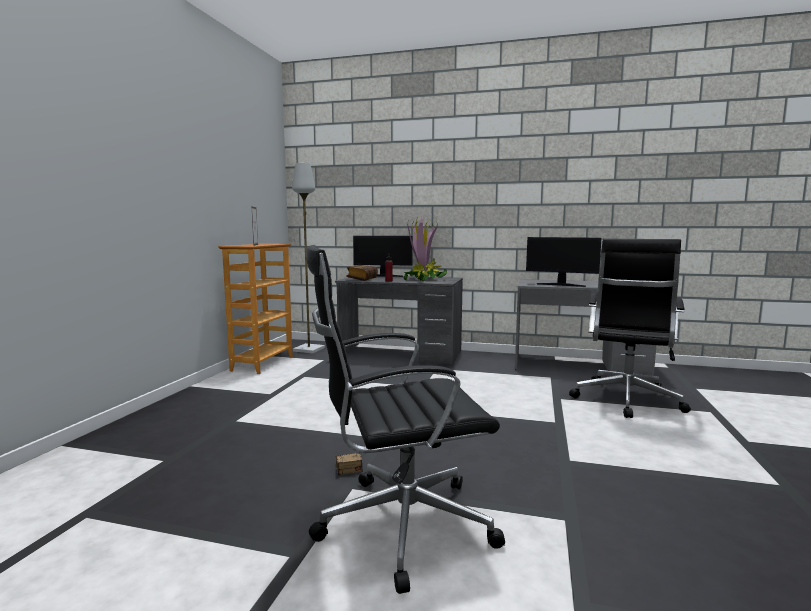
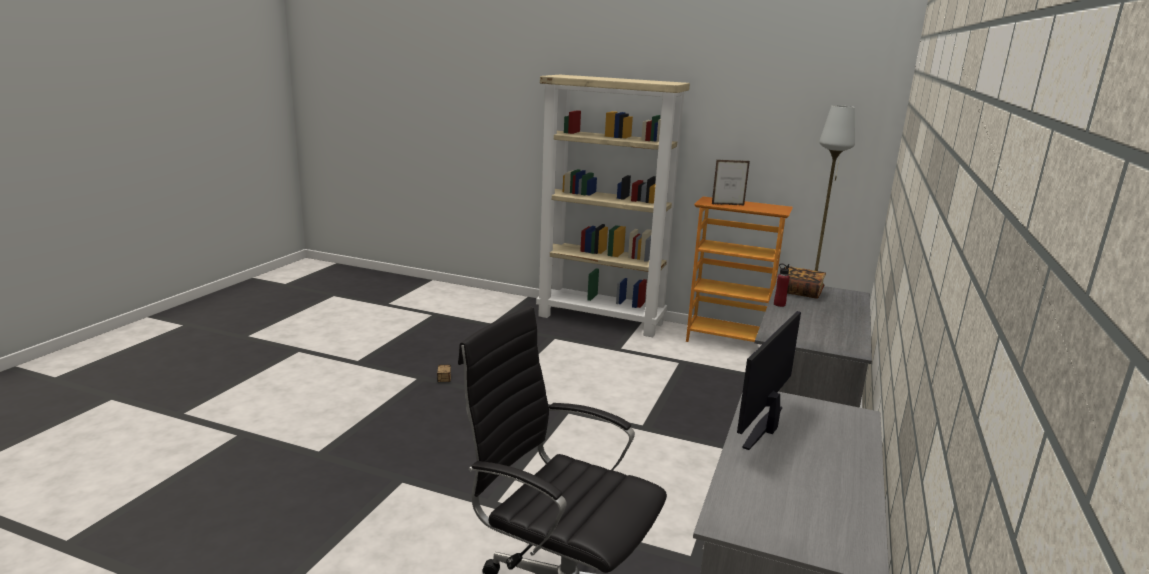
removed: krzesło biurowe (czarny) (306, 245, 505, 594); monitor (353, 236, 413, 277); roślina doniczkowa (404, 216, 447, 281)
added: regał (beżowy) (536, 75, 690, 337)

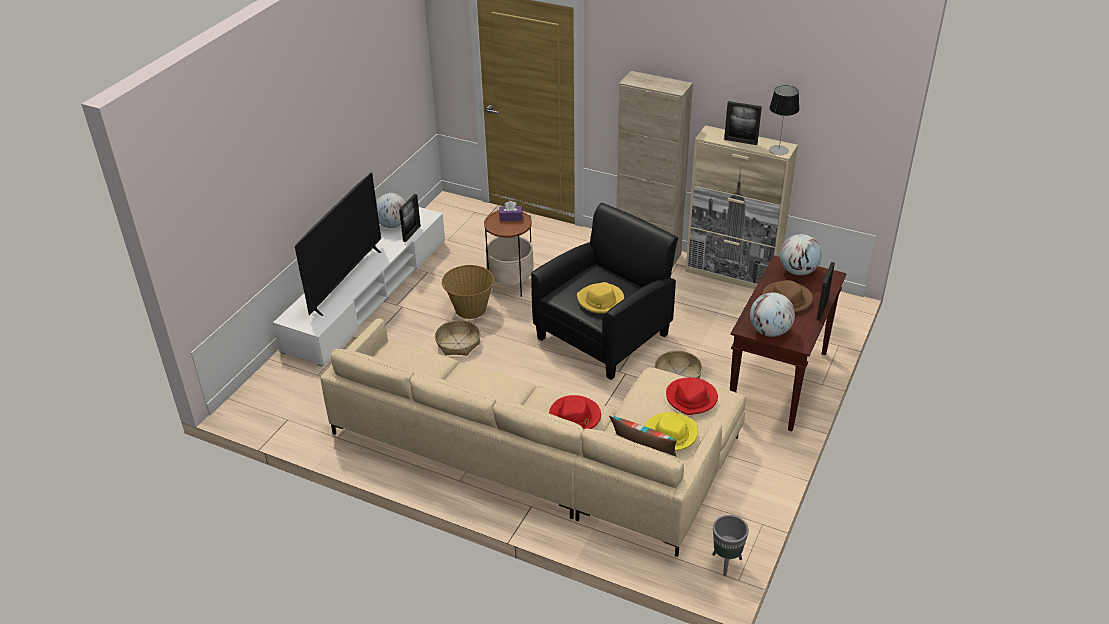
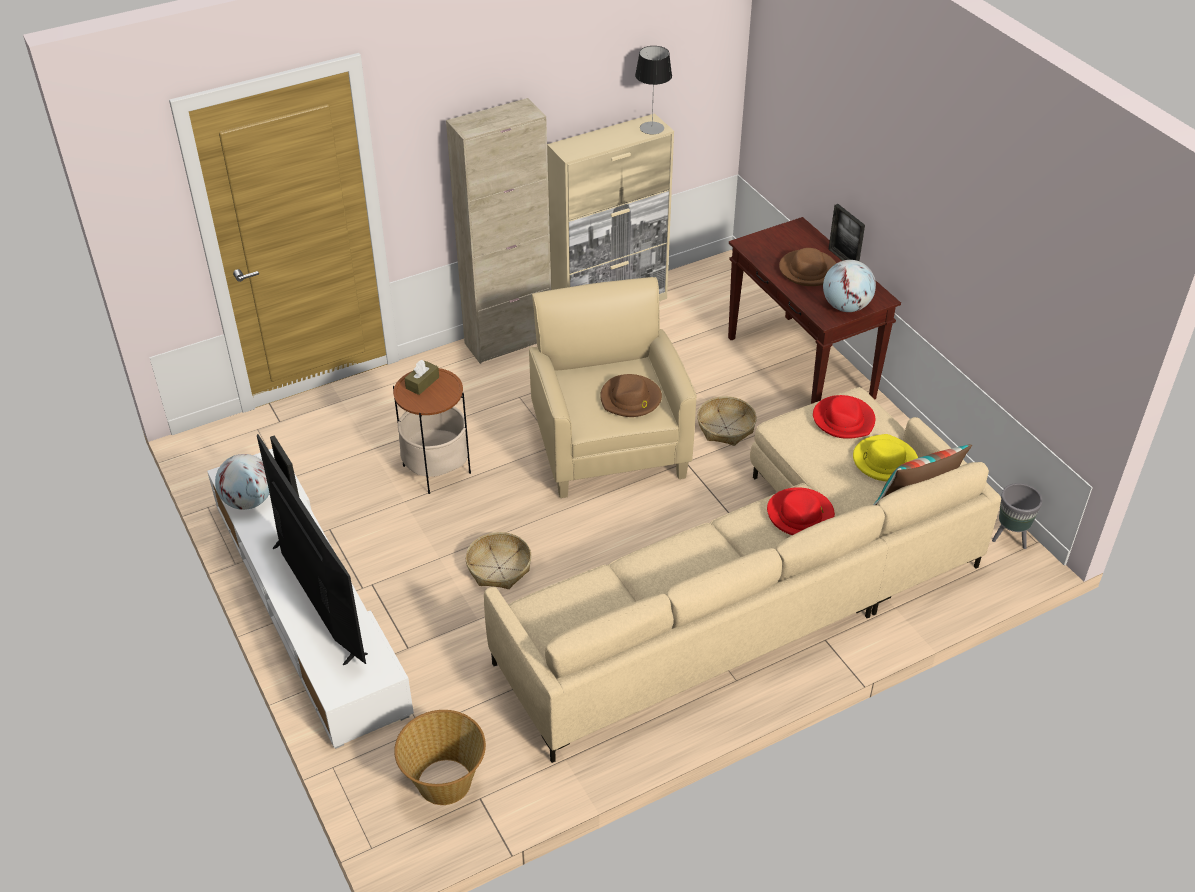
removed: ramka na zdjęcie (724, 101, 762, 145); globus (780, 234, 822, 275)
moved: koszyk (442, 265, 494, 319) to (394, 710, 486, 805)
recoloured: pudełko chusteczek (fioletowy) (499, 201, 523, 221) to pudełko chusteczek (brązowy) (404, 360, 439, 395); fotel (czarny) (531, 203, 678, 380) to fotel (beżowy) (529, 277, 697, 498); kapelusz (żółty) (577, 282, 624, 314) to kapelusz (brązowy) (600, 374, 662, 417)

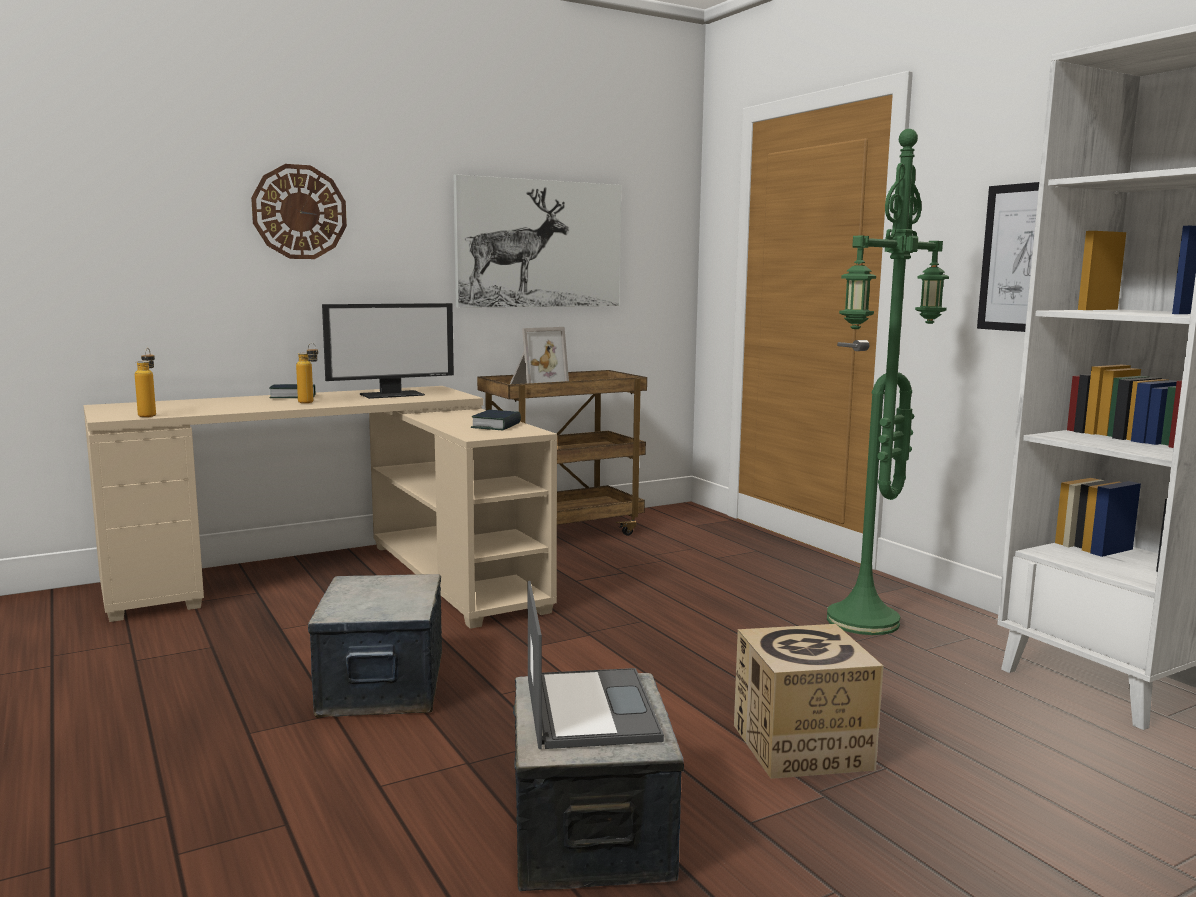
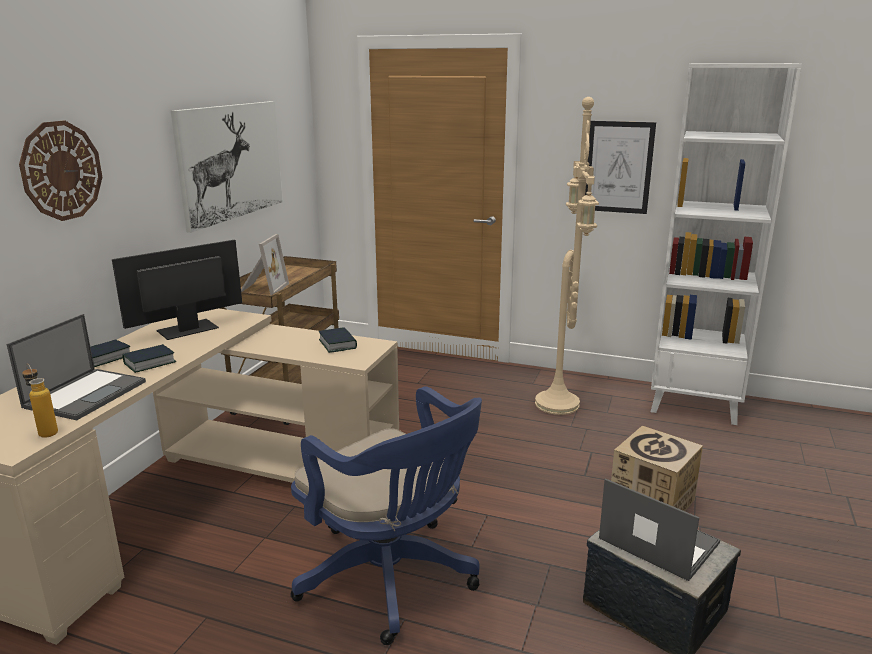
added: laptop (6, 314, 146, 420)
replaced: butelka (296, 343, 318, 403) to książka (122, 344, 177, 373); pojemnik do przechowywania (308, 574, 442, 718) to krzesło biurowe (niebieski) (290, 386, 482, 645)
recoloured: lampa stojąca (zielony) (827, 129, 949, 635) to lampa stojąca (beżowy) (535, 97, 599, 415)
turned: monitor (322, 303, 454, 399) = (112, 240, 242, 340) 150 degrees counterclockwise

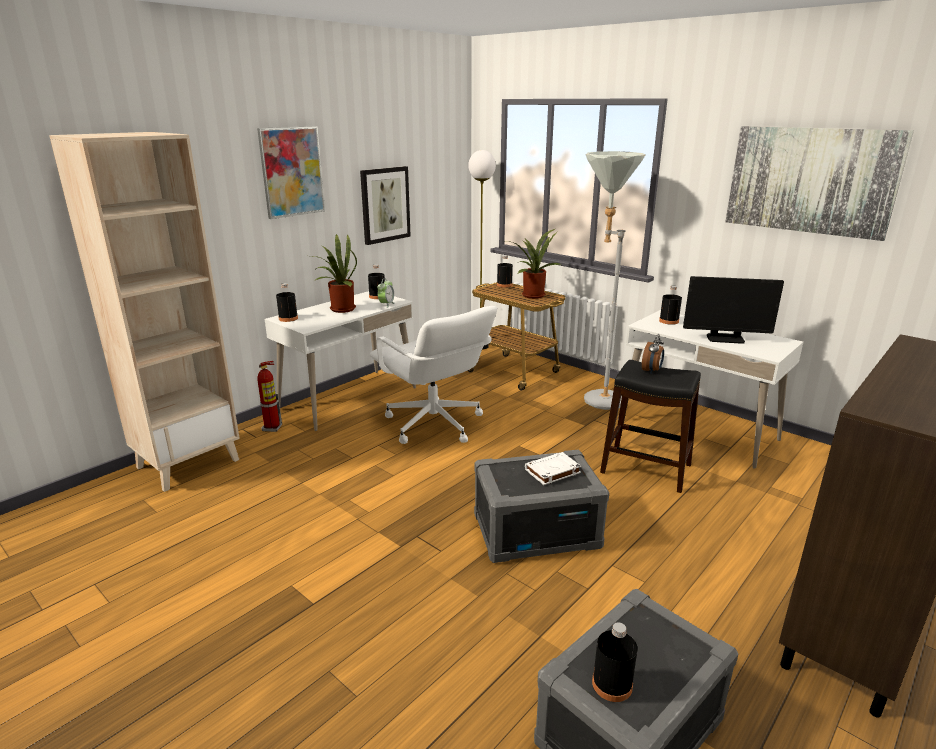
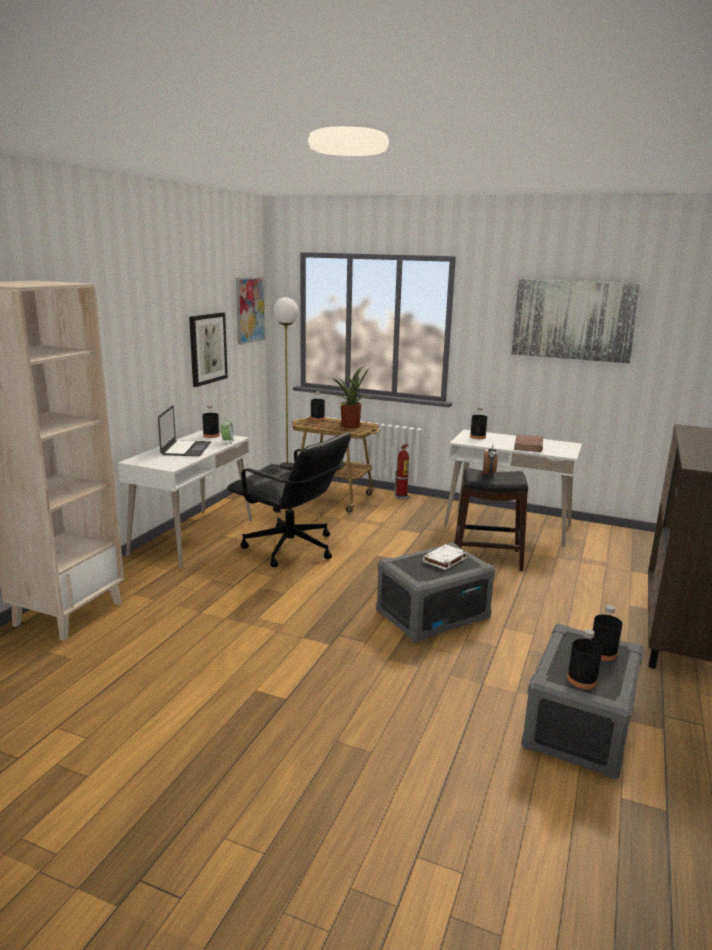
removed: lampa stojąca (szary) (584, 151, 646, 410)
moved: obraz (257, 126, 325, 219) to (236, 276, 266, 345); gaśnica (257, 361, 282, 432) to (394, 444, 409, 499); butelka (czarny) (276, 283, 298, 322) to (591, 605, 622, 661)
replaced: roślina doniczkowa (313, 234, 357, 313) to laptop (158, 405, 211, 456); monitor (683, 276, 784, 344) to książka (brązowy) (514, 434, 543, 452)
recoloured: krzesło biurowe (biały) (370, 306, 497, 444) to krzesło biurowe (czarny) (227, 432, 351, 567)

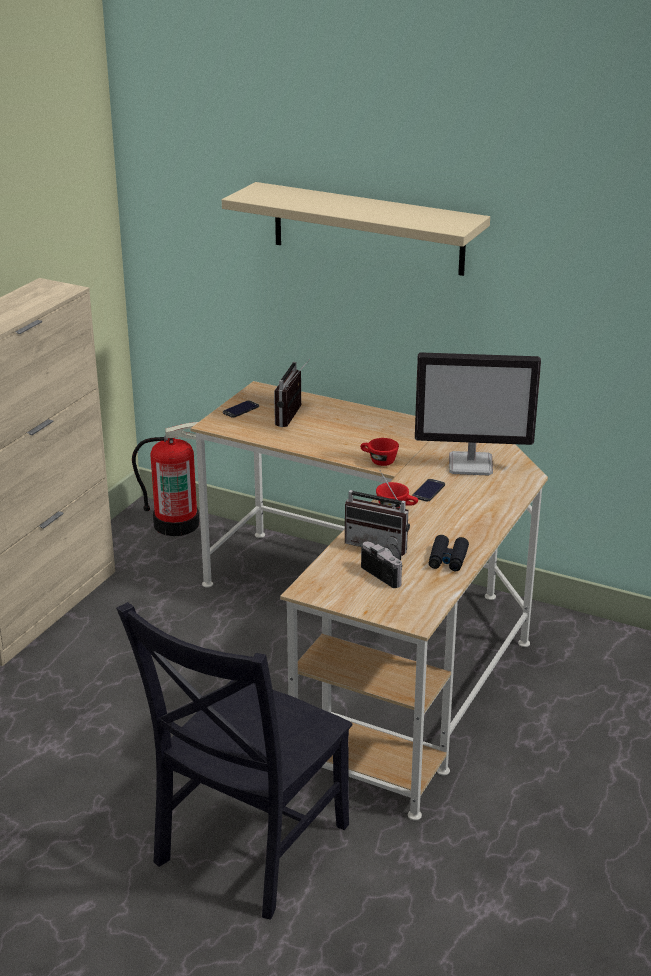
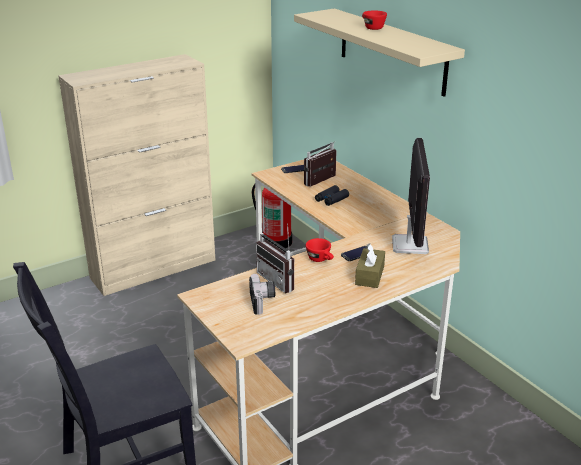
added: pudełko chusteczek (brązowy) (355, 243, 385, 288)
moved: lornetka (czarny) (429, 535, 469, 571) to (315, 185, 349, 206); filiżanka (czerwony) (360, 438, 399, 466) to (362, 10, 387, 30)
turned: monitor (415, 352, 541, 476) = (392, 138, 430, 254) 120 degrees counterclockwise

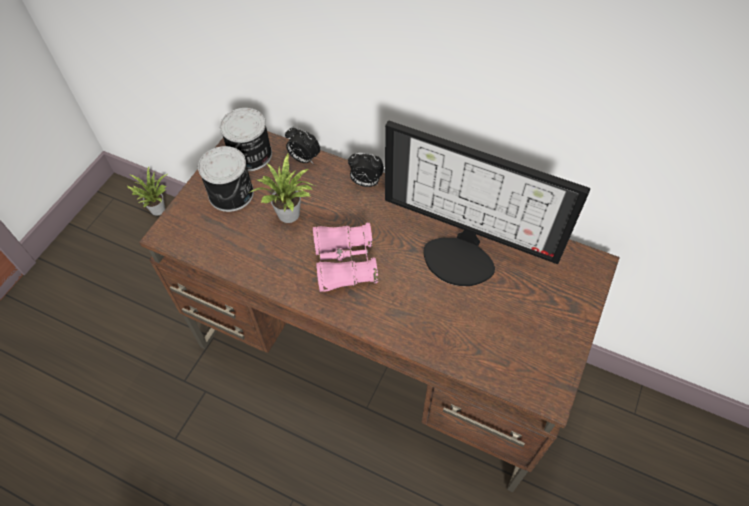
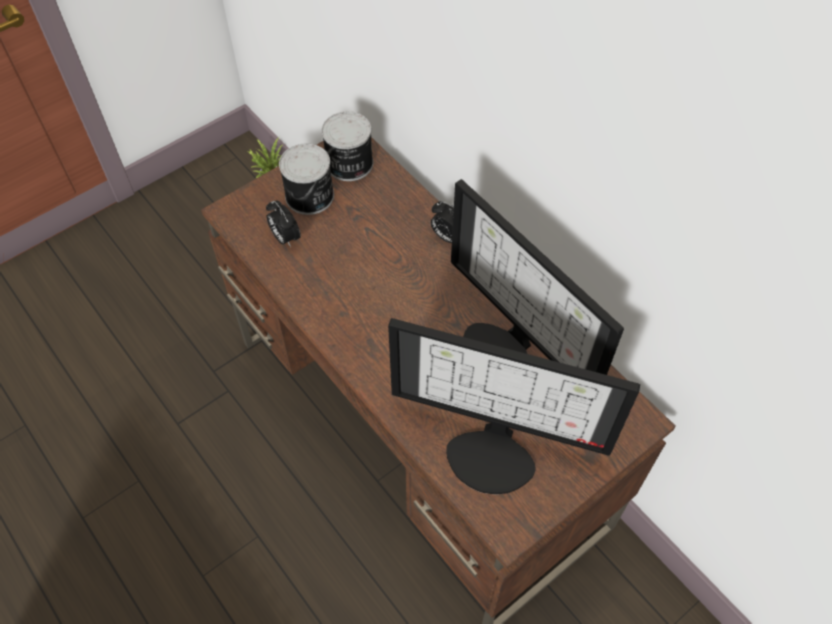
removed: roślina doniczkowa (249, 154, 315, 223); lornetka (różowy) (313, 222, 378, 292)
added: monitor (388, 318, 640, 494)
moved: budzik (285, 127, 320, 164) to (266, 201, 301, 247)

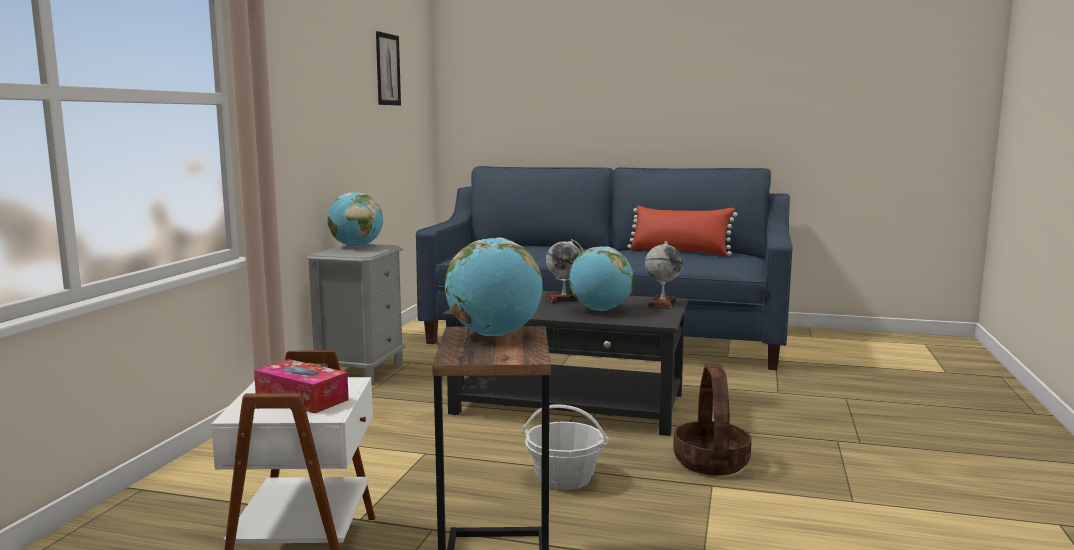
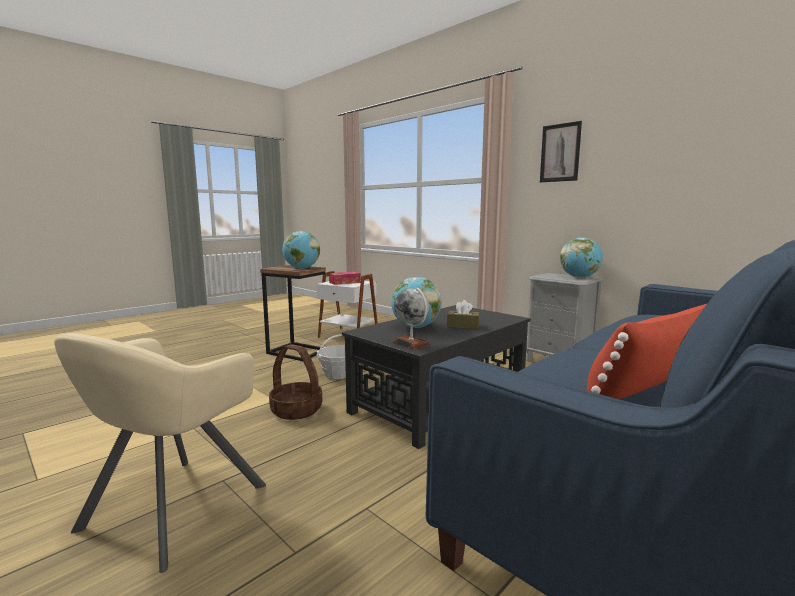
added: fotel (beżowy) (54, 333, 266, 573)
moved: obraz (376, 31, 401, 105) to (540, 121, 582, 182)
replaced: globus (545, 239, 584, 303) to pudełko chusteczek (brązowy) (447, 300, 480, 329)

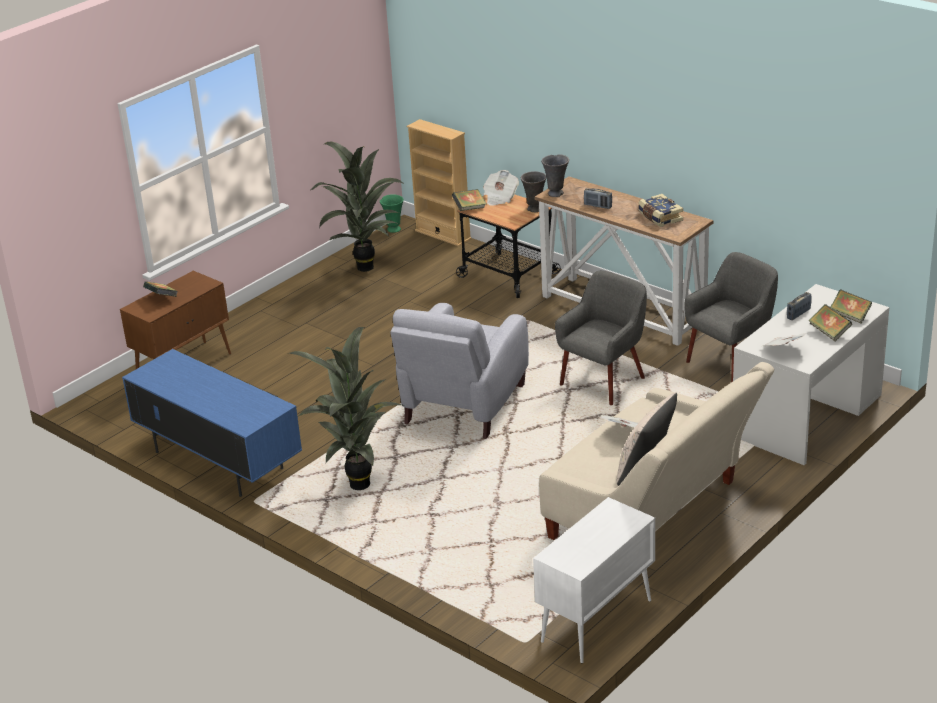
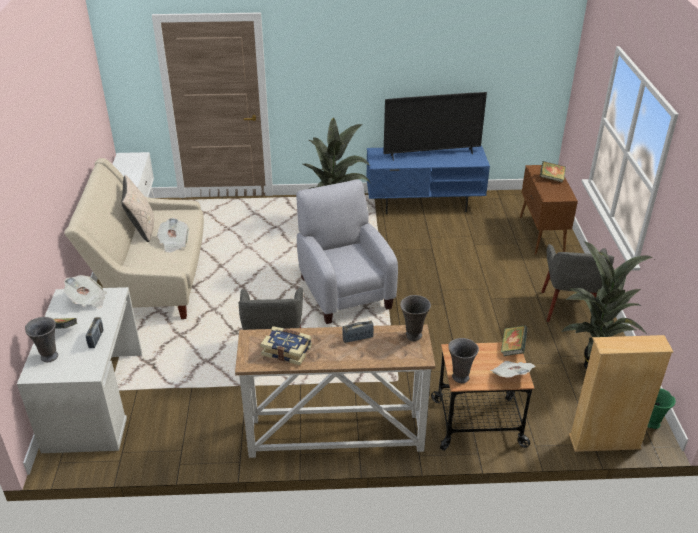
added: telewizor (383, 92, 487, 161)
moved: fotel (szary) (684, 252, 778, 382) to (541, 244, 614, 322)
replaced: książka (831, 289, 872, 324) to wazon (szary) (25, 317, 58, 362)

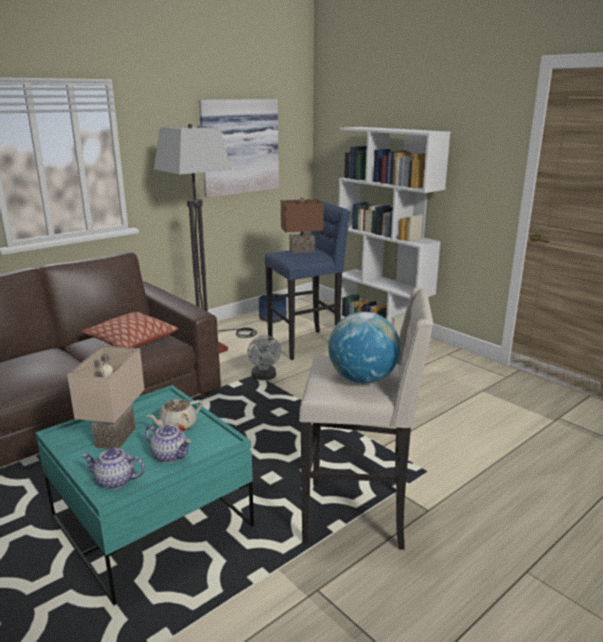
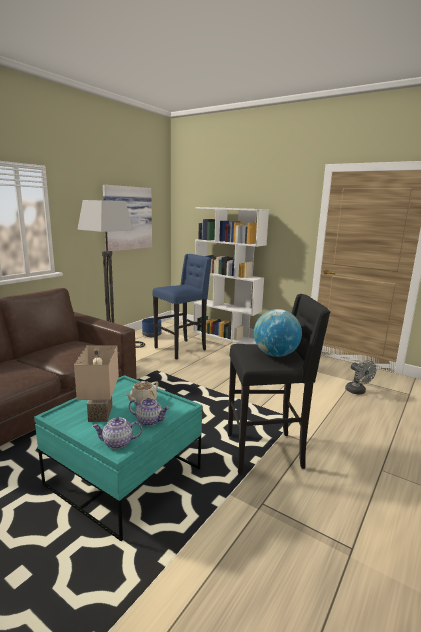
removed: poduszka (82, 312, 178, 348); lampa stołowa (brązowy) (281, 198, 324, 253)
moved: wentylator (szary) (247, 335, 281, 380) to (345, 360, 376, 394)
recoloured: stołek (beżowy) (299, 287, 433, 550) to stołek (czarny) (228, 294, 330, 475)

